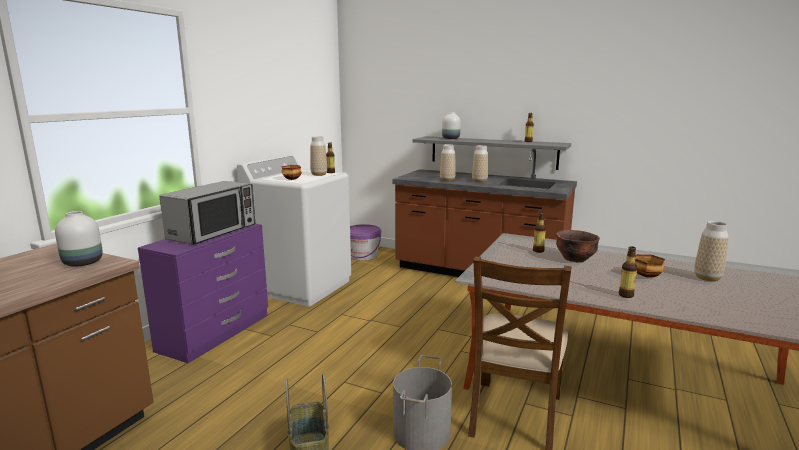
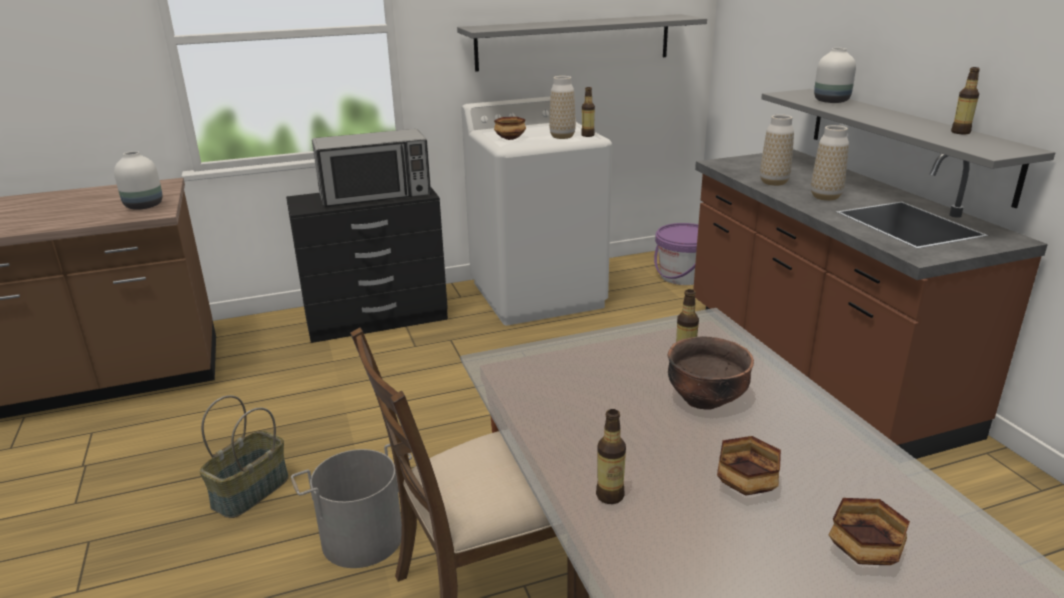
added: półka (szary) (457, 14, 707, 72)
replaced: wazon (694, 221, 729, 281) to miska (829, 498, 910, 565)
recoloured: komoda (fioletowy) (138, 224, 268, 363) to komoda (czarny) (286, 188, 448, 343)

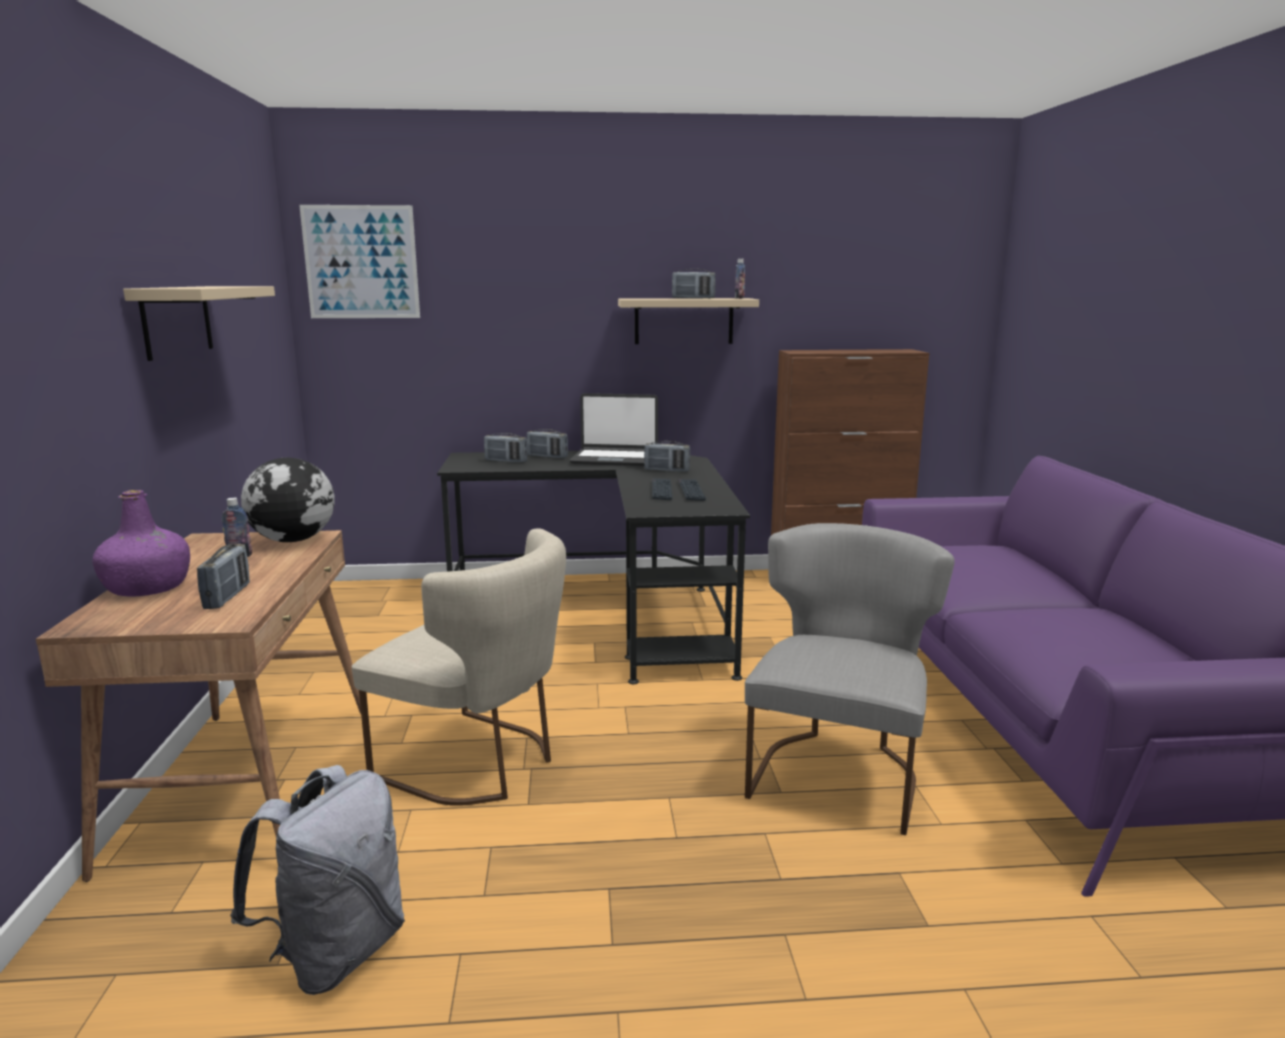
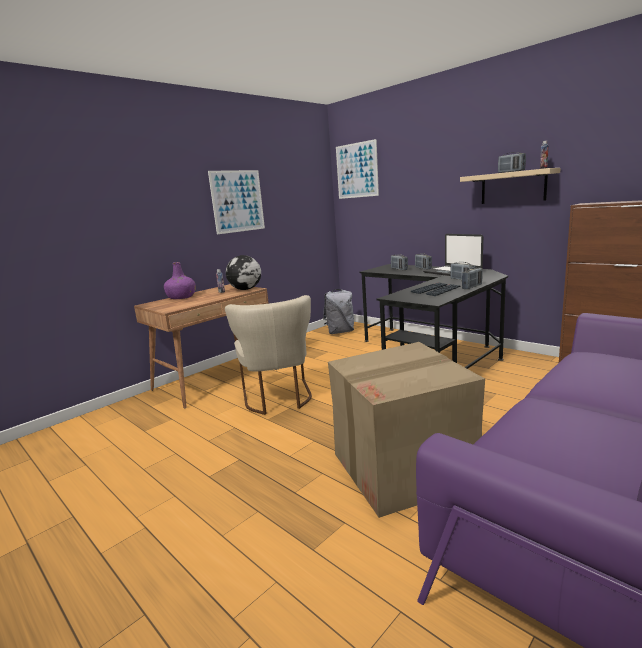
moved: plecak (szary) (230, 765, 405, 995) to (323, 289, 354, 334); radio (197, 544, 250, 609) to (462, 267, 483, 289)
replaced: półka (beżowy) (123, 286, 275, 361) to obraz (208, 170, 265, 234); krzesło (szary) (745, 523, 955, 835) to karton (328, 342, 485, 518)

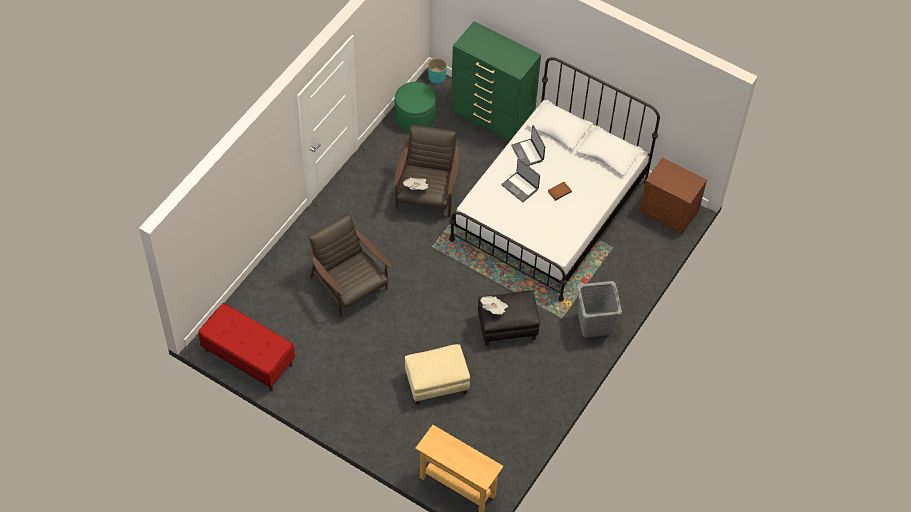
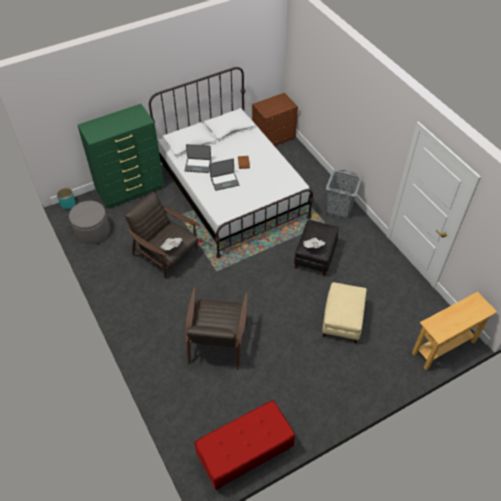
recoloured: pufa (zielony) (395, 82, 436, 132) to pufa (szary) (69, 201, 110, 245)
turned: fotel (brązowy) (308, 214, 391, 317) = (185, 287, 248, 370) 75 degrees counterclockwise

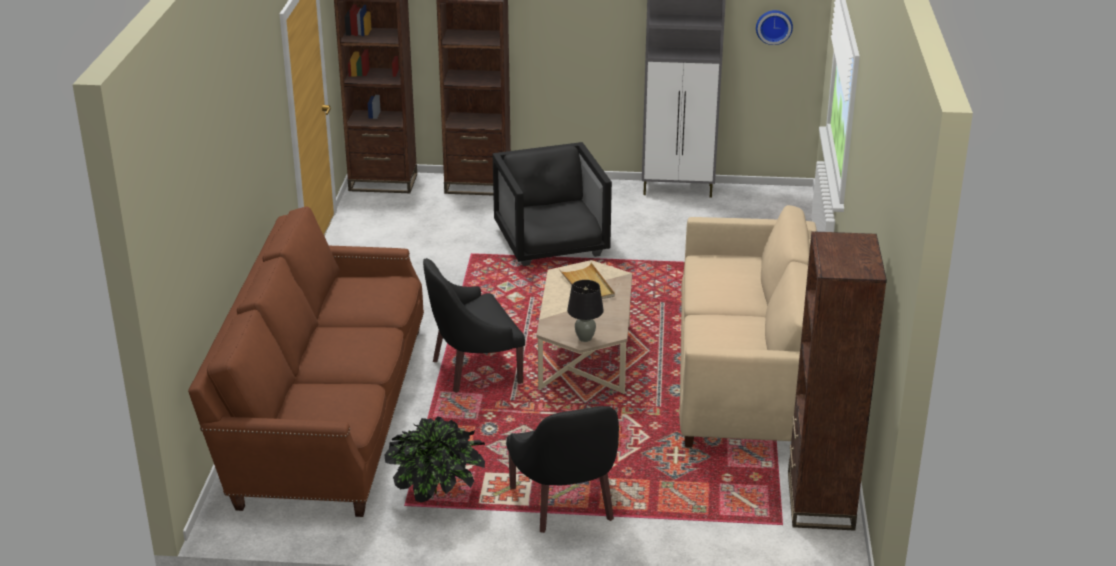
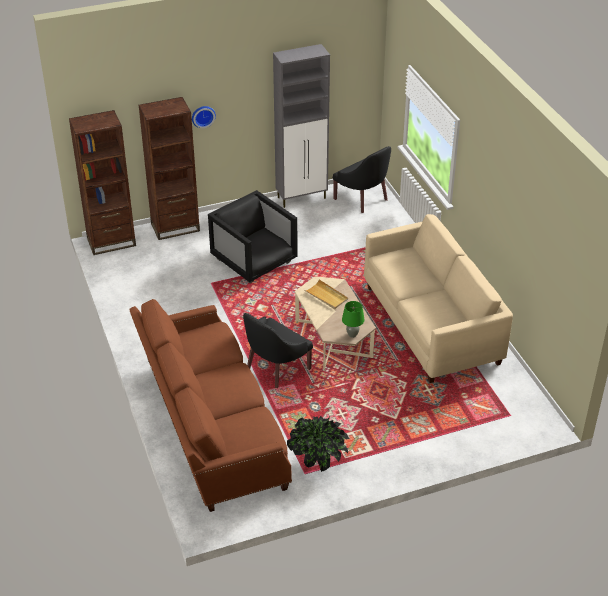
removed: regał (brązowy) (788, 231, 887, 531)
moved: zegar ścienny (756, 10, 793, 45) to (192, 106, 216, 128); fotel (czarny) (506, 406, 619, 533) to (333, 146, 391, 213)
recoloured: lampa stołowa (czarny) (567, 280, 604, 342) to lampa stołowa (zielony) (342, 301, 365, 338)

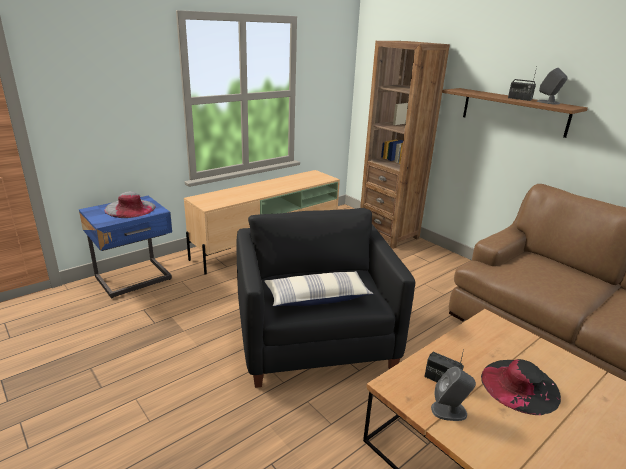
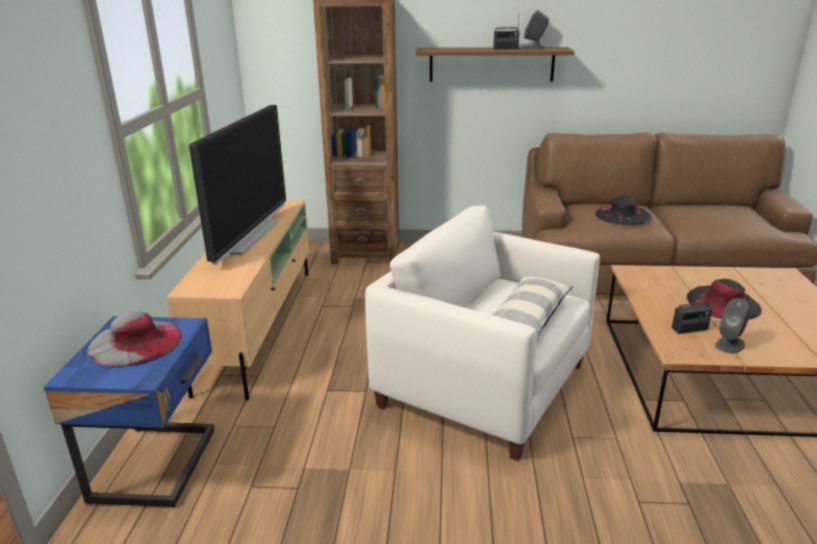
added: telewizor (189, 105, 286, 265); kapelusz (czarny) (595, 196, 652, 226)
recoloured: fotel (czarny) (236, 208, 415, 388) to fotel (biały) (365, 205, 600, 461)

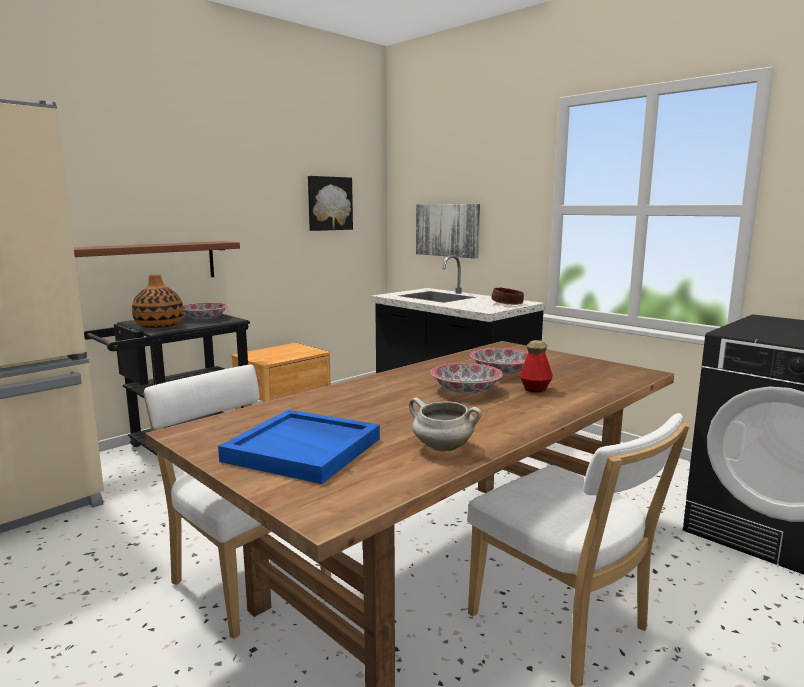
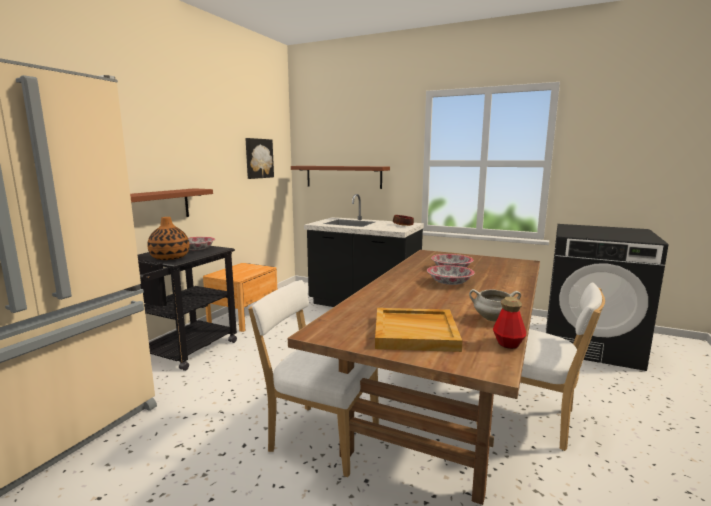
moved: butelka (519, 340, 553, 393) to (493, 297, 526, 349)
replaced: obraz (416, 204, 480, 258) to półka (brązowy) (291, 166, 390, 189)
recoloured: taca (niebieski) (218, 410, 380, 484) to taca (beżowy) (375, 308, 462, 352)

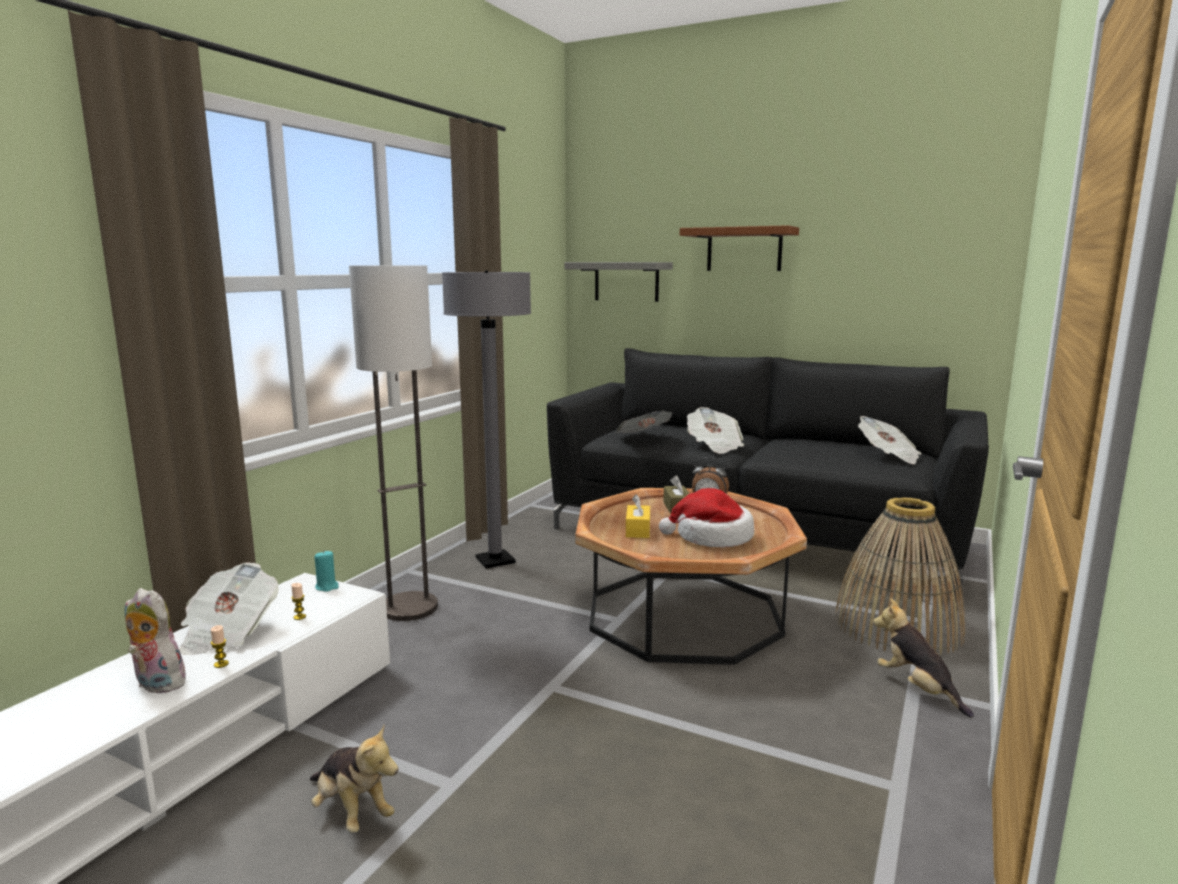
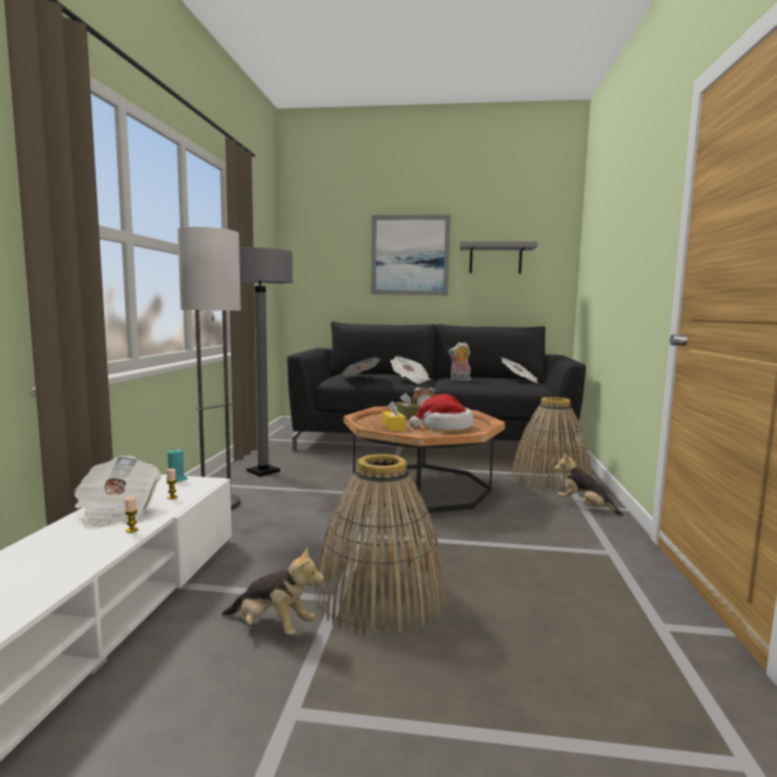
added: koszyk (314, 454, 446, 636)
moved: pluszak (125, 588, 186, 693) to (448, 342, 471, 381); półka (szary) (564, 262, 673, 302) to (460, 241, 538, 274)
replaced: półka (brązowy) (680, 225, 799, 271) to obraz (371, 215, 451, 295)

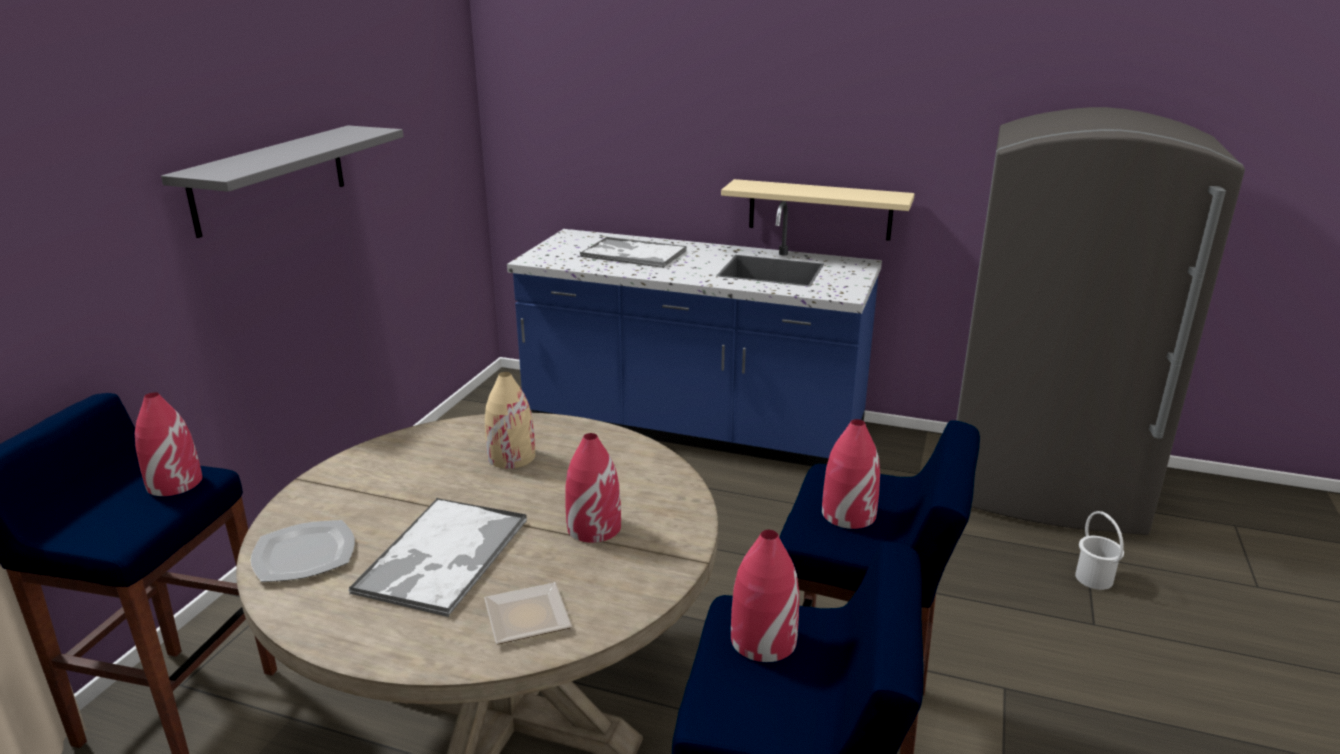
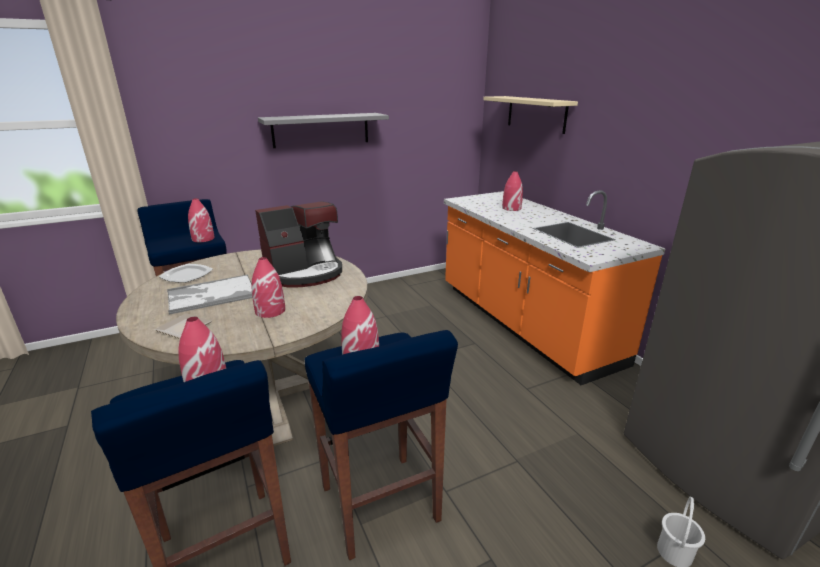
moved: półka (beżowy) (721, 179, 915, 241) to (483, 96, 578, 134)
replaced: wazon (beżowy) (485, 372, 535, 469) to ekspres do kawy (255, 201, 342, 288); taca (580, 237, 687, 268) to wazon (czerwony) (502, 171, 523, 211)
recoloured: zabudowa kuchenna (niebieski) (507, 201, 882, 466) to zabudowa kuchenna (pomarańczowy) (444, 190, 666, 385)

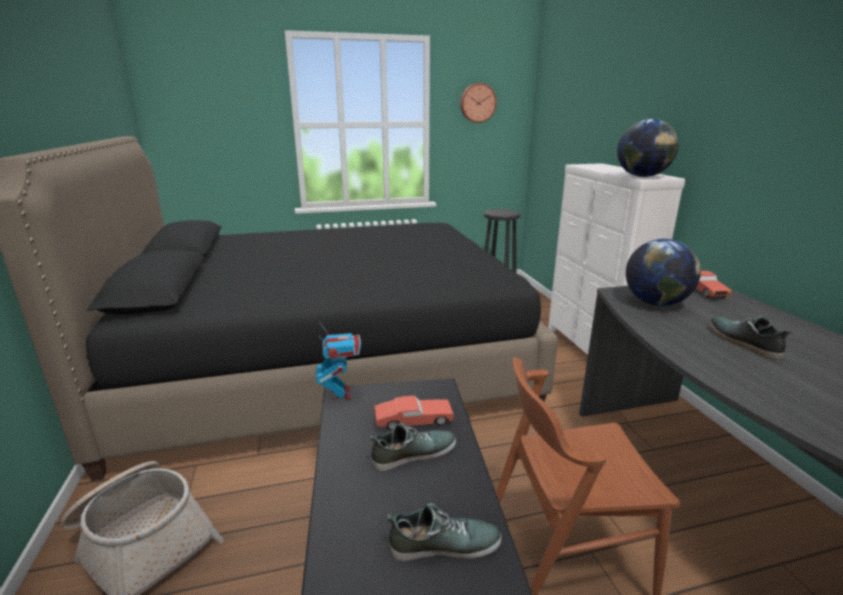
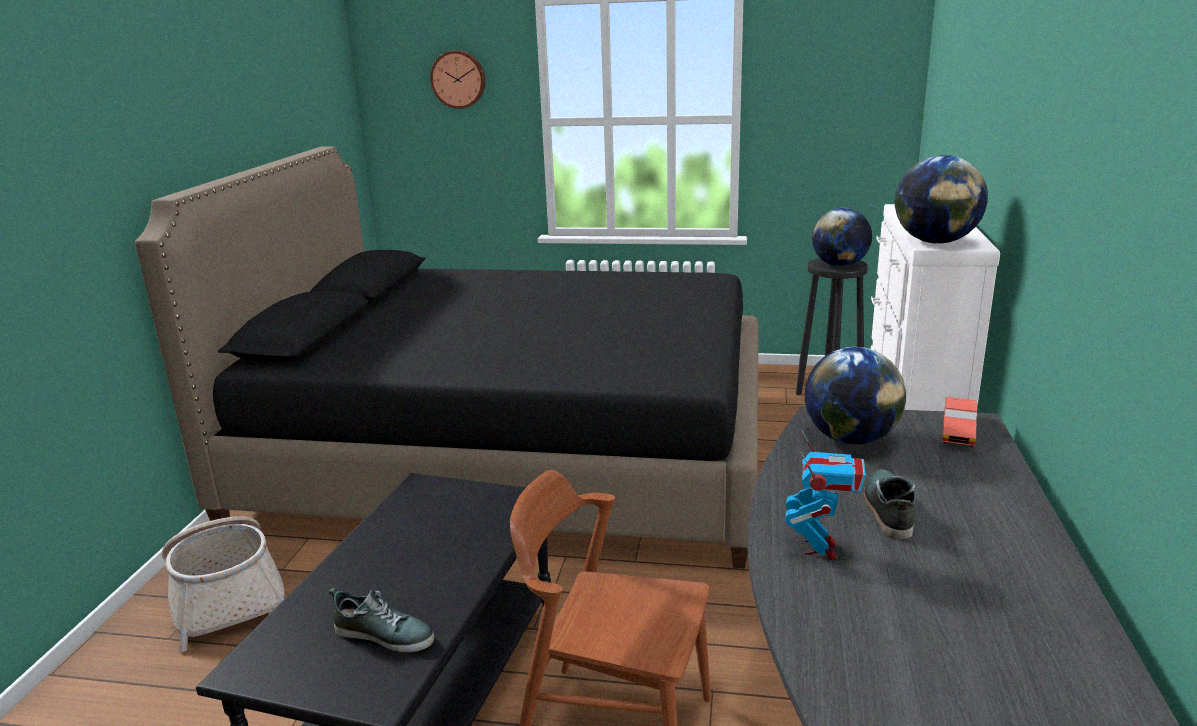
removed: but (370, 423, 456, 471); samochodzik (czerwony) (374, 396, 454, 430)
added: globus (812, 208, 872, 267)
moved: zegar ścienny (461, 83, 497, 123) to (430, 50, 485, 109); robot zabawkowy (316, 322, 361, 400) to (785, 430, 866, 560)

